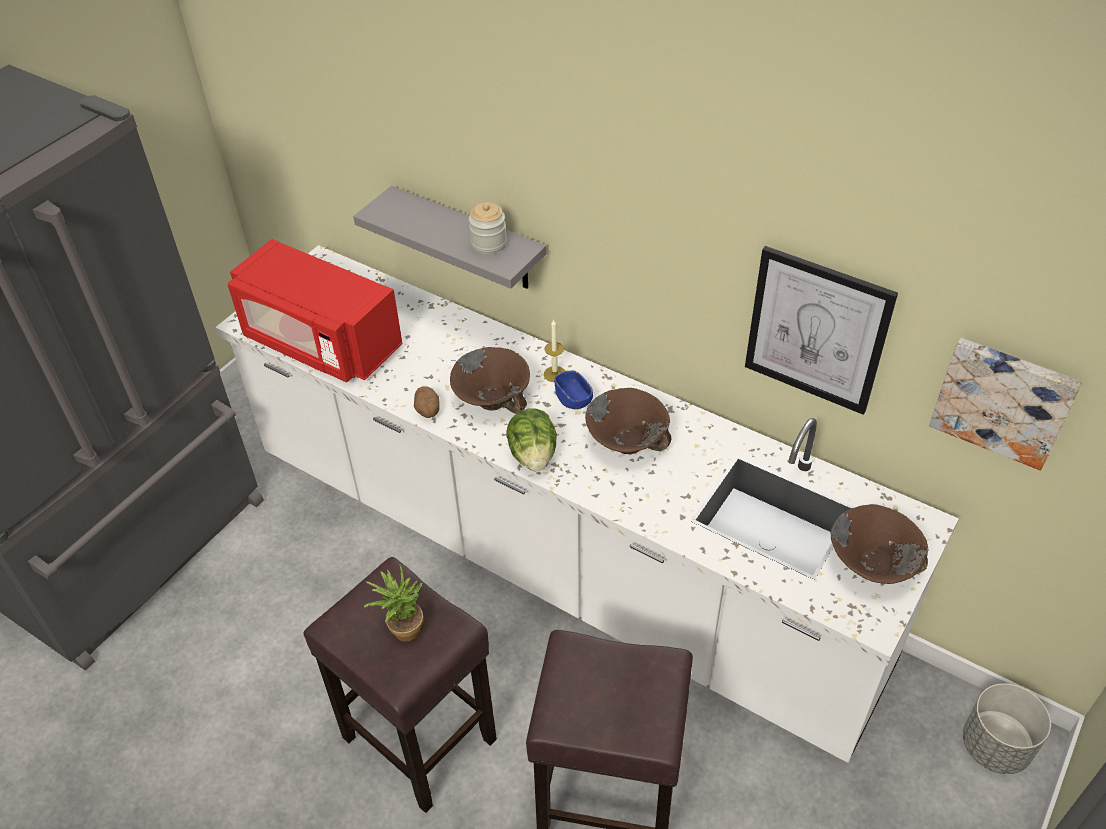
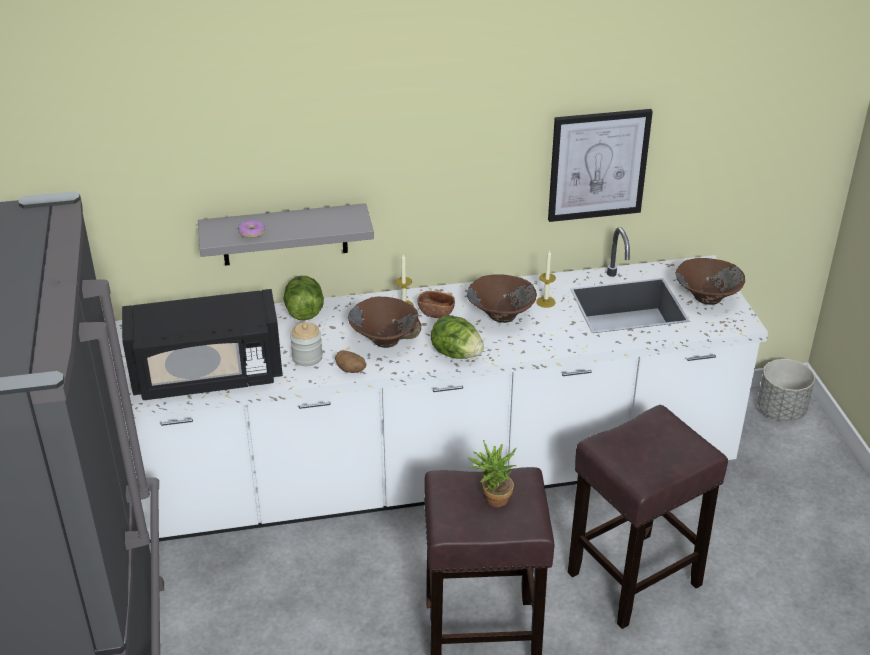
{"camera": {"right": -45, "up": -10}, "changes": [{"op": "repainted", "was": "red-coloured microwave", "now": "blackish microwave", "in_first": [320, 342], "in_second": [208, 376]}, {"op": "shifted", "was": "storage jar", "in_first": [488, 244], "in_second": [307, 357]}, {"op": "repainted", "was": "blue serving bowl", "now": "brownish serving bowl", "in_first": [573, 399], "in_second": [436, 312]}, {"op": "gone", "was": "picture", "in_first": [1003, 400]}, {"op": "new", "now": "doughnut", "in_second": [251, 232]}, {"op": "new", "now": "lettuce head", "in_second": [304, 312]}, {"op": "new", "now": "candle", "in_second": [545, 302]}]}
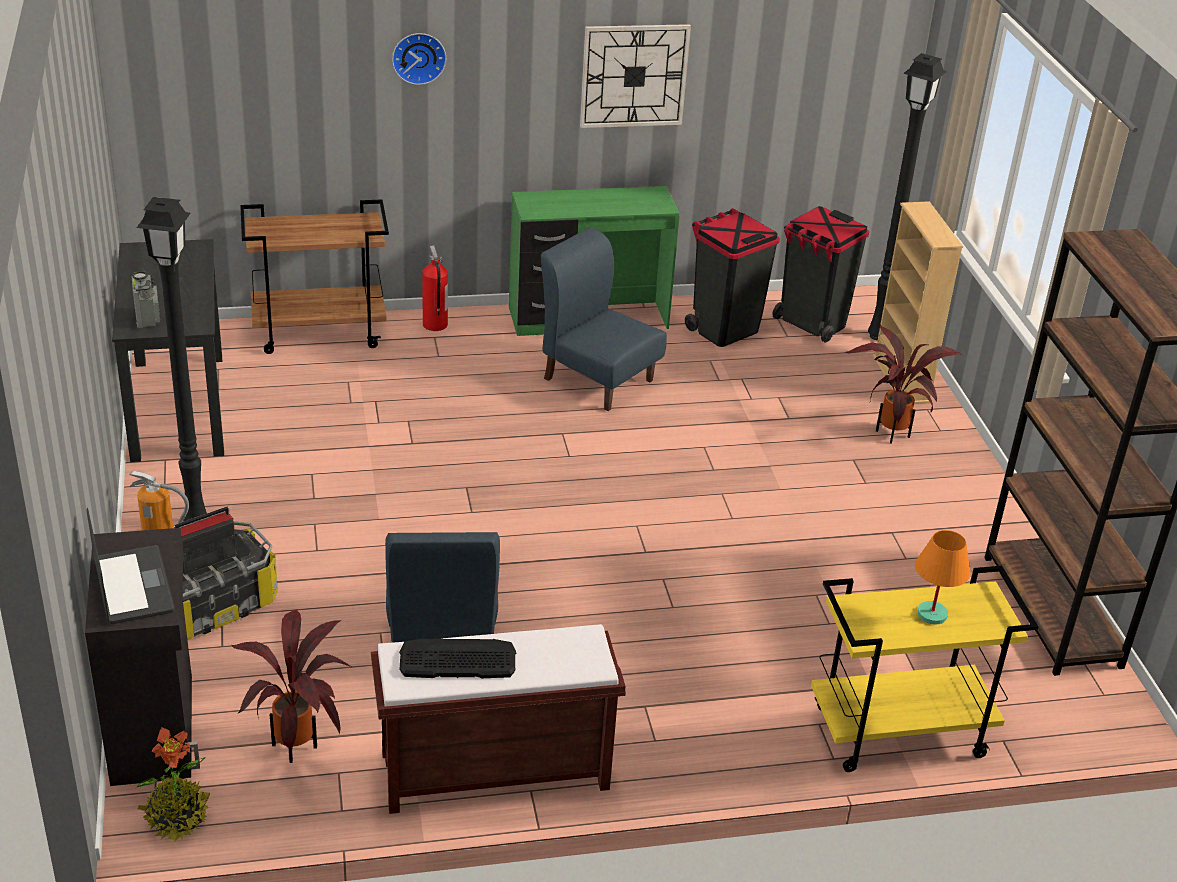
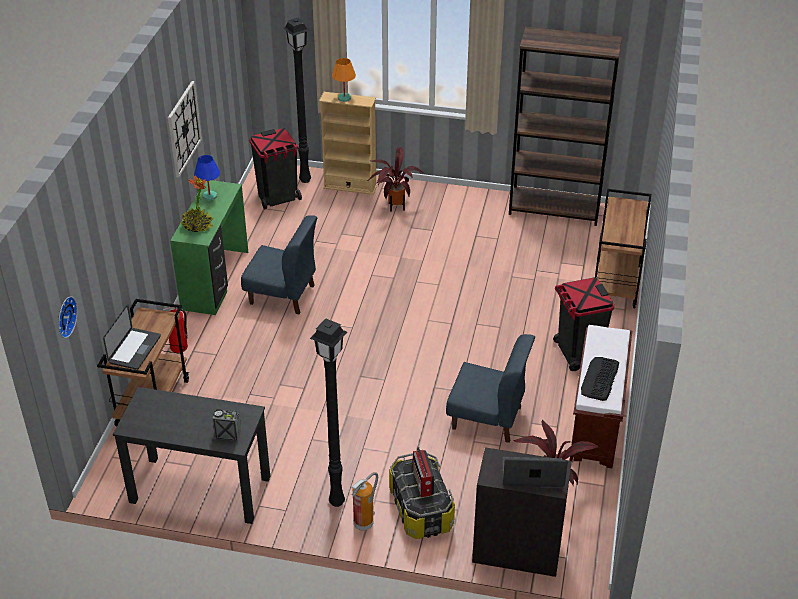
{"camera": {"right": -65, "up": 5}, "changes": [{"op": "shifted", "was": "potted plant", "in_first": [177, 818], "in_second": [197, 226]}, {"op": "shifted", "was": "hanging clock", "in_first": [418, 57], "in_second": [64, 316]}, {"op": "rotated", "was": "blue chair", "in_first": [598, 379], "in_second": [282, 295], "clockwise": -135}, {"op": "shifted", "was": "blackish trash can", "in_first": [724, 329], "in_second": [577, 354]}, {"op": "repainted", "was": "yellow-coloured cart", "now": "brownish cart", "in_first": [898, 734], "in_second": [616, 284]}, {"op": "shifted", "was": "orange tabletop lamp", "in_first": [932, 614], "in_second": [344, 98]}, {"op": "new", "now": "portable computer", "in_second": [134, 349]}, {"op": "new", "now": "blue tabletop lamp", "in_second": [210, 196]}]}
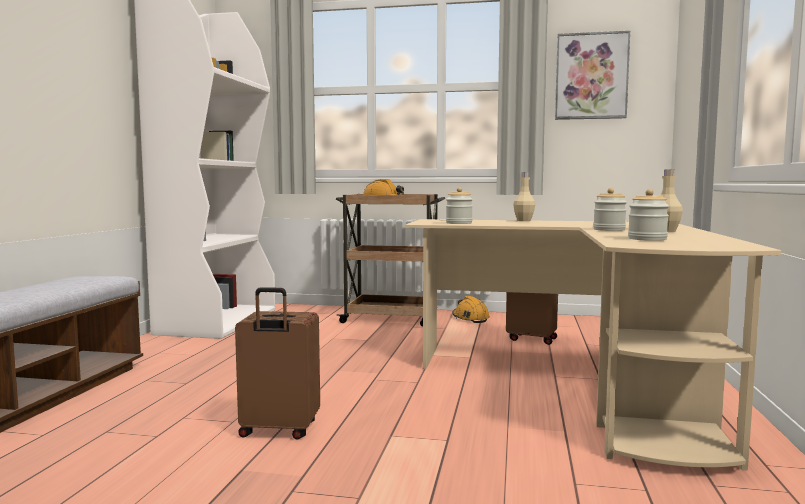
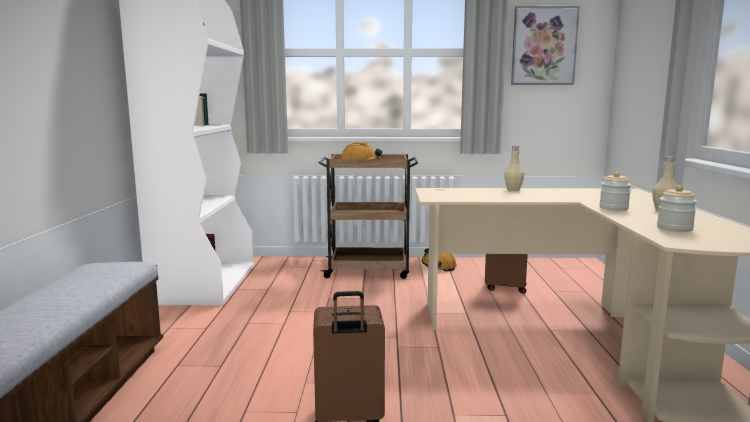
{"camera": {"right": -10, "up": 5}, "changes": [{"op": "gone", "was": "storage jar", "in_first": [459, 223]}]}
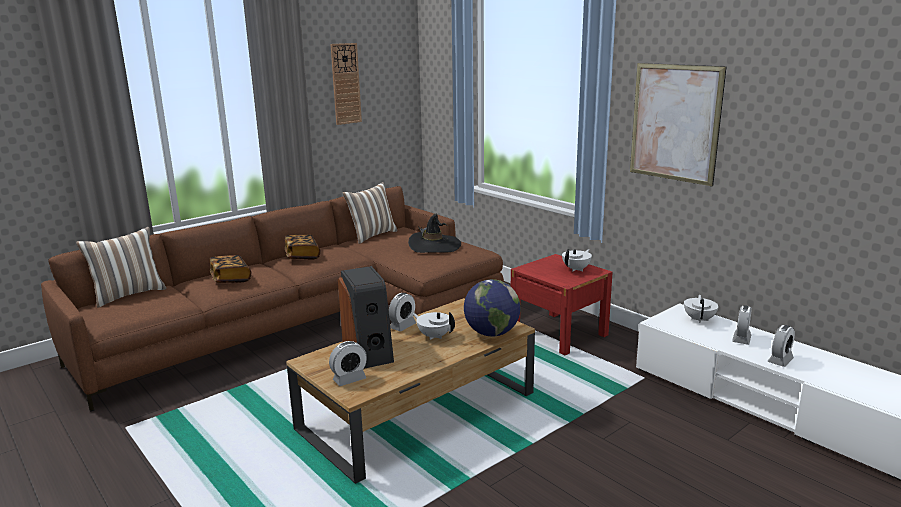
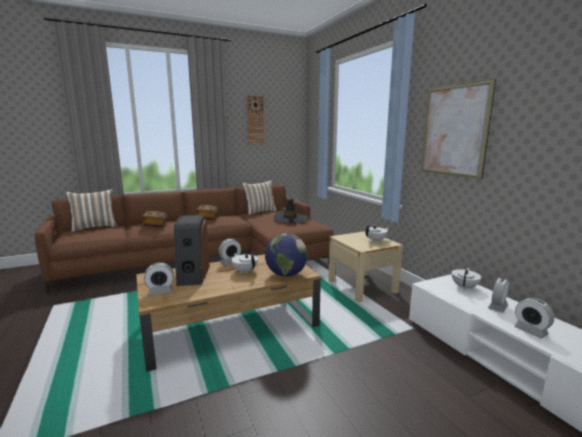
{"camera": {"right": 15, "up": -5}, "changes": [{"op": "repainted", "was": "red-coloured night table", "now": "sand-coloured night table", "in_first": [558, 333], "in_second": [362, 286]}, {"op": "rotated", "was": "table clock", "in_first": [780, 360], "in_second": [530, 331], "clockwise": 90}]}
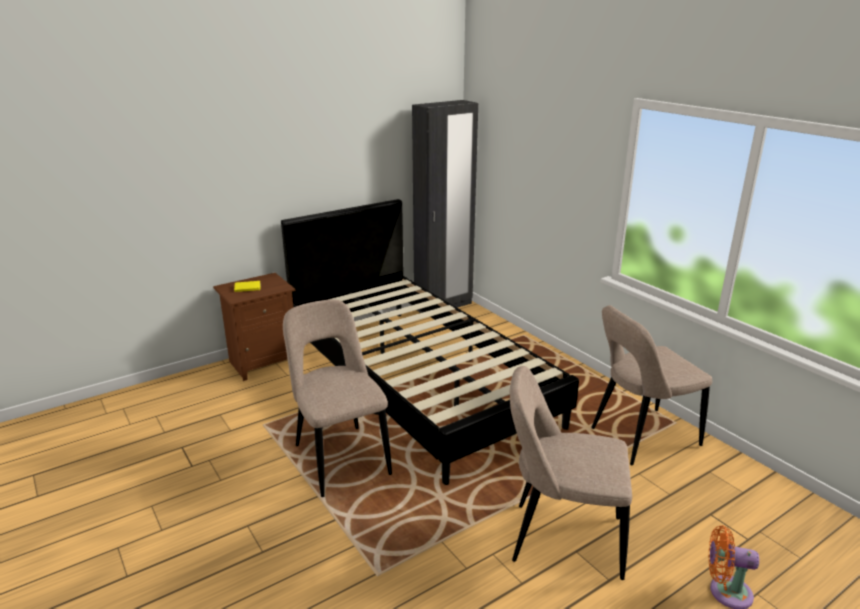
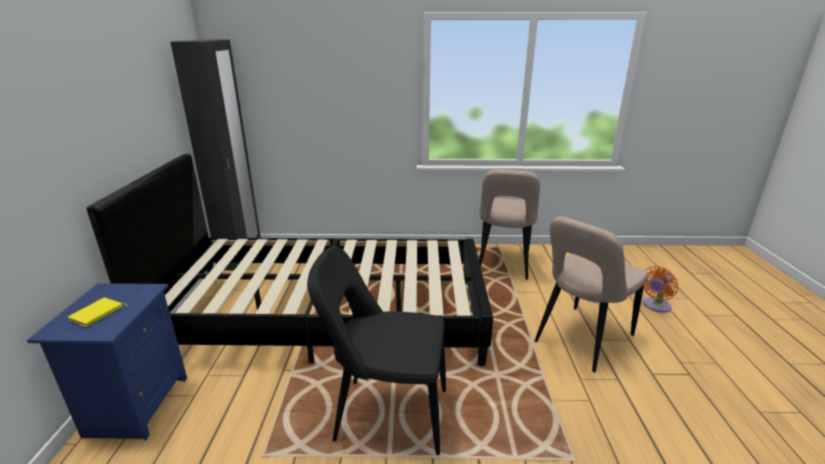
{"camera": {"right": -55, "up": 0}, "changes": [{"op": "repainted", "was": "brownish night table", "now": "blue night table", "in_first": [262, 362], "in_second": [135, 406]}, {"op": "repainted", "was": "sand-coloured chair", "now": "blackish chair", "in_first": [340, 457], "in_second": [386, 414]}]}
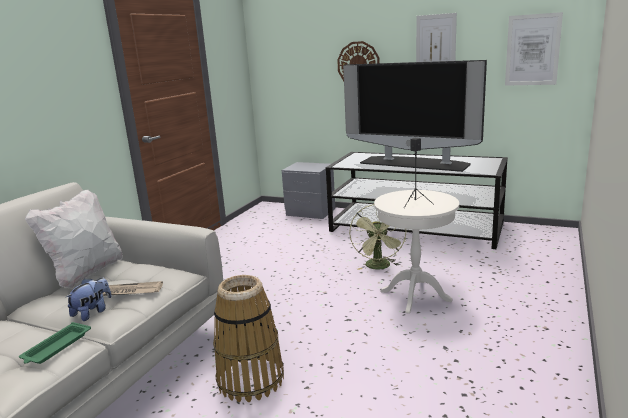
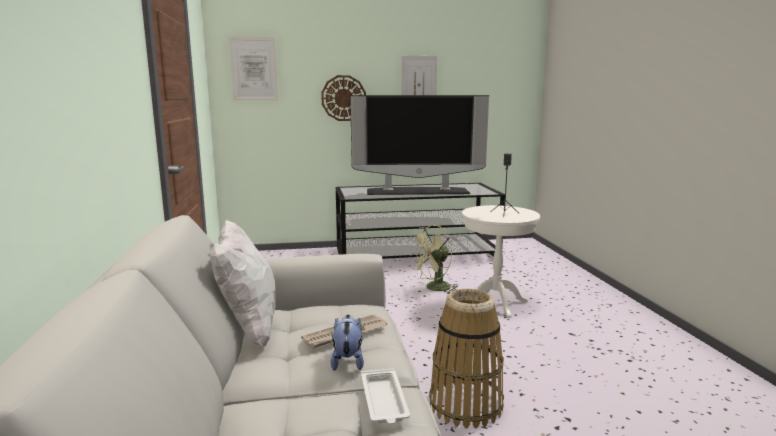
{"camera": {"right": -35, "up": -5}, "changes": [{"op": "repainted", "was": "green tray", "now": "white tray", "in_first": [56, 347], "in_second": [384, 401]}, {"op": "gone", "was": "greyish night table", "in_first": [310, 212]}, {"op": "rotated", "was": "green fan", "in_first": [379, 267], "in_second": [434, 289], "clockwise": 90}, {"op": "shifted", "was": "picture", "in_first": [532, 50], "in_second": [254, 69]}]}
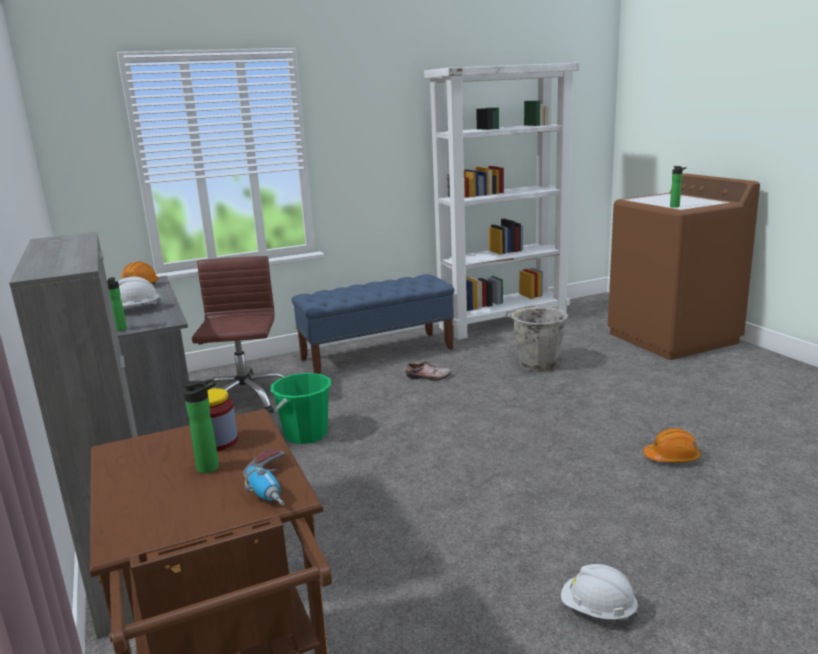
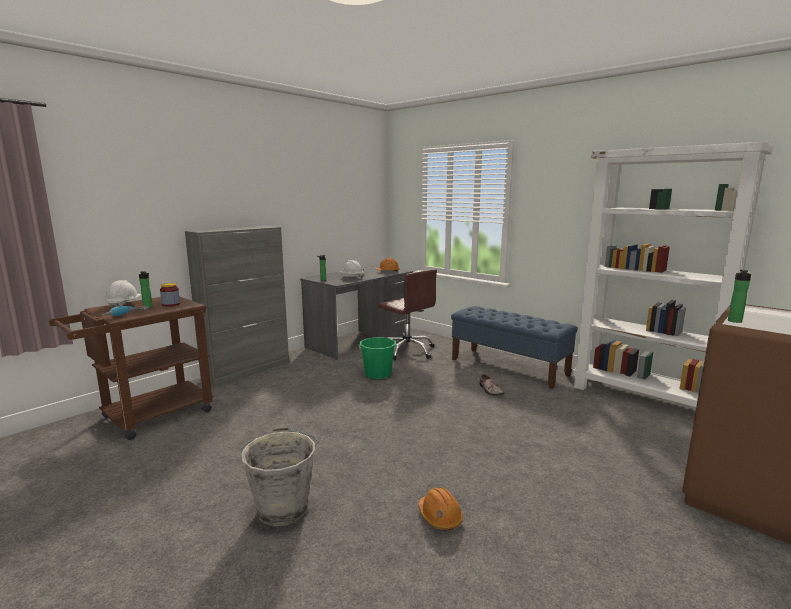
{"camera": {"right": 65, "up": -5}, "changes": [{"op": "rotated", "was": "brownish computer chair", "in_first": [245, 398], "in_second": [407, 351], "clockwise": 75}, {"op": "shifted", "was": "greyish pail", "in_first": [536, 364], "in_second": [283, 508]}, {"op": "shifted", "was": "white safety helmet", "in_first": [597, 610], "in_second": [123, 305]}]}
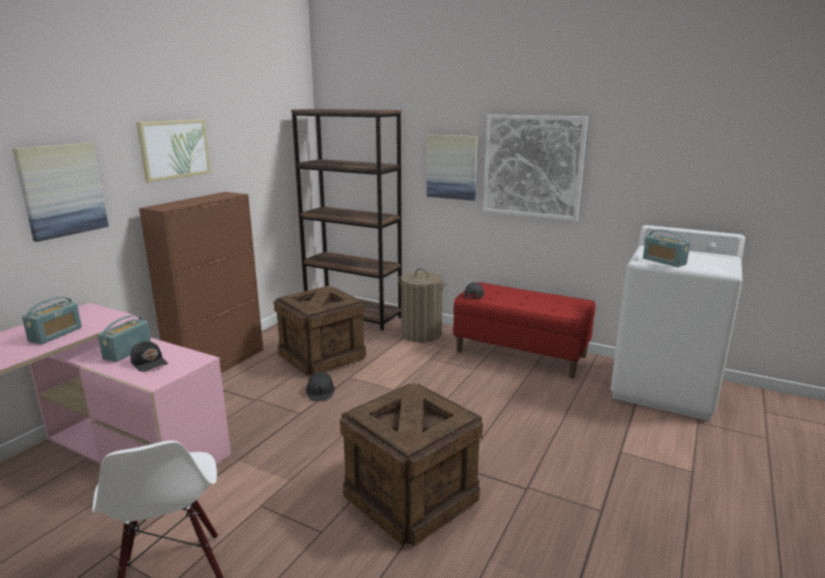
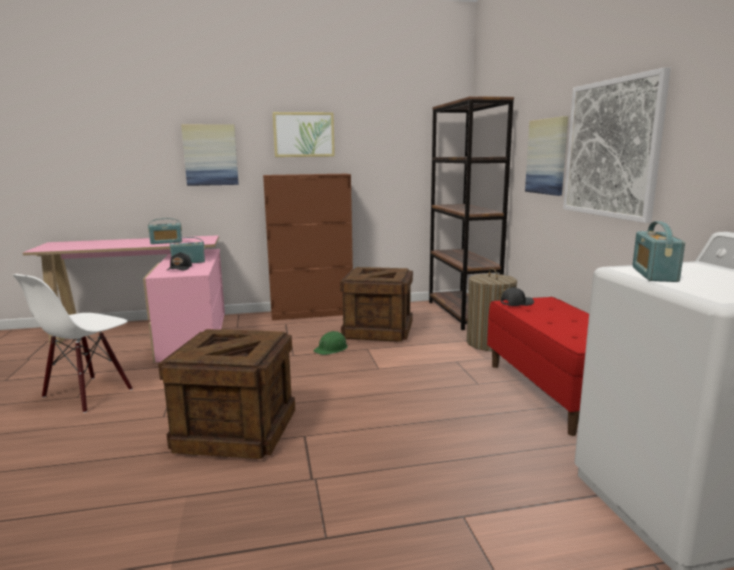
{"camera": {"right": 50, "up": -5}, "changes": [{"op": "repainted", "was": "blackish safety helmet", "now": "green safety helmet", "in_first": [320, 391], "in_second": [331, 349]}]}
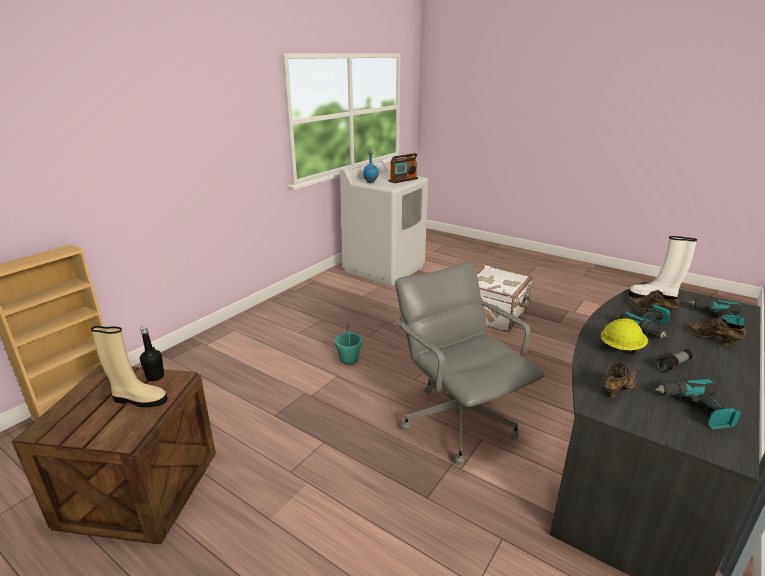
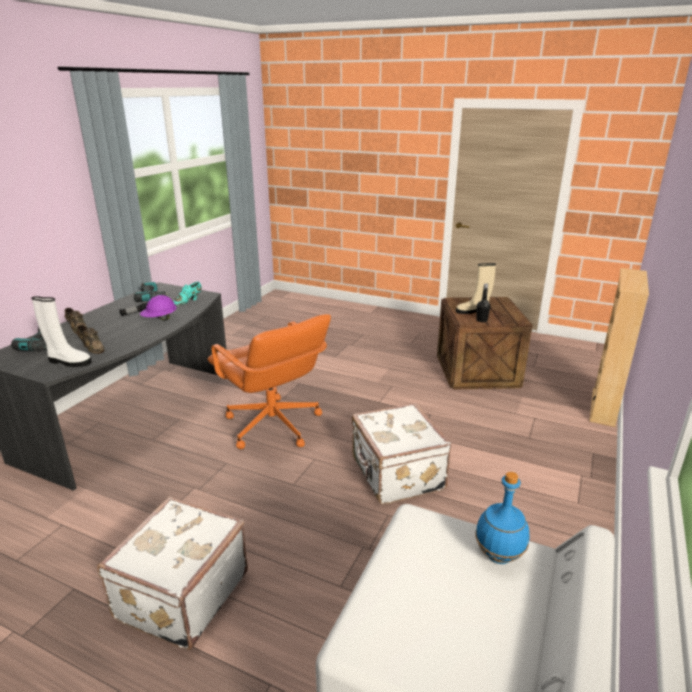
{"camera": {"right": 170, "up": 0}, "changes": [{"op": "swapped", "was": "turquoise-coloured pail", "now": "white suitcase", "in_first": [348, 359], "in_second": [396, 475]}, {"op": "gone", "was": "radio set", "in_first": [403, 180]}, {"op": "repainted", "was": "greyish computer chair", "now": "orange computer chair", "in_first": [458, 420], "in_second": [273, 426]}, {"op": "repainted", "was": "yellow-coloured safety helmet", "now": "purplish safety helmet", "in_first": [620, 349], "in_second": [160, 319]}, {"op": "repainted", "was": "brownish low shoe", "now": "turquoise-coloured low shoe", "in_first": [616, 390], "in_second": [188, 301]}, {"op": "gone", "was": "electric drill", "in_first": [649, 328]}]}
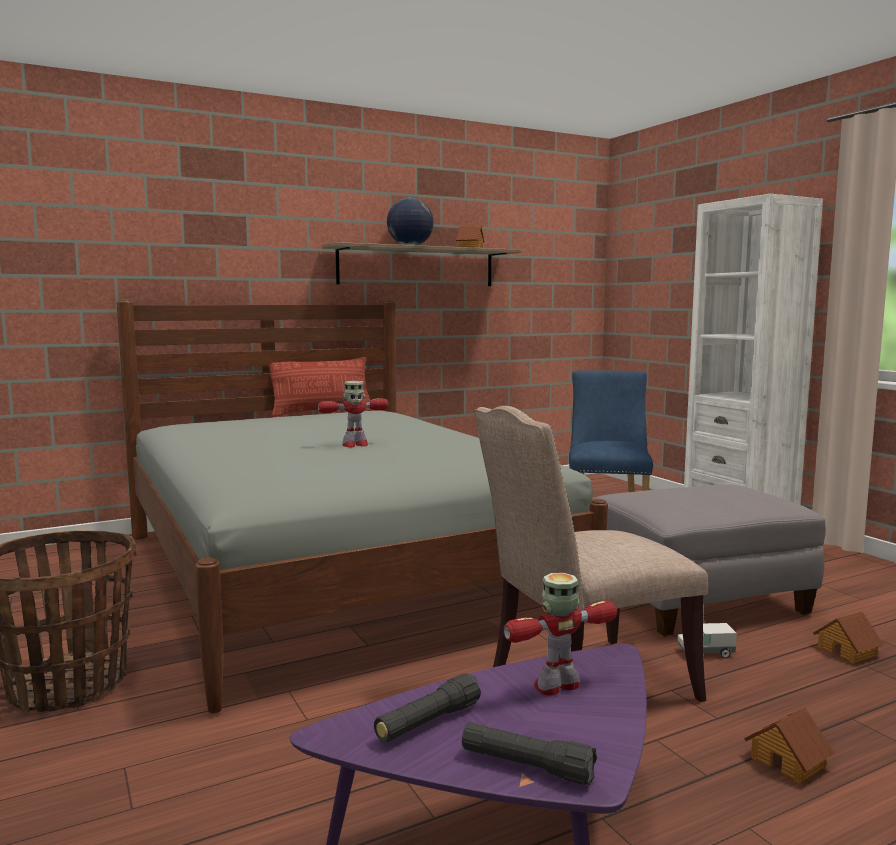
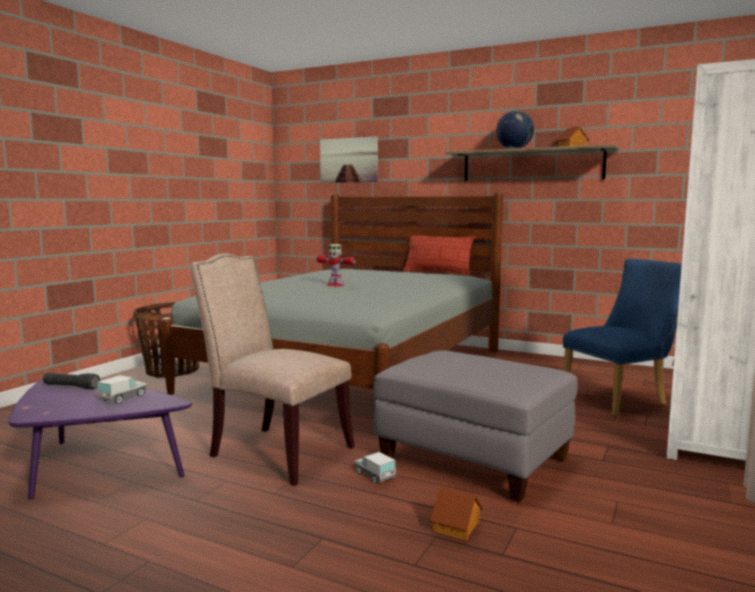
{"camera": {"right": 55, "up": 0}, "changes": [{"op": "gone", "was": "blackish torch", "in_first": [527, 767]}, {"op": "swapped", "was": "model robot", "now": "model truck", "in_first": [557, 686], "in_second": [123, 398]}, {"op": "gone", "was": "miniature house", "in_first": [788, 762]}, {"op": "new", "now": "picture", "in_second": [348, 160]}]}
